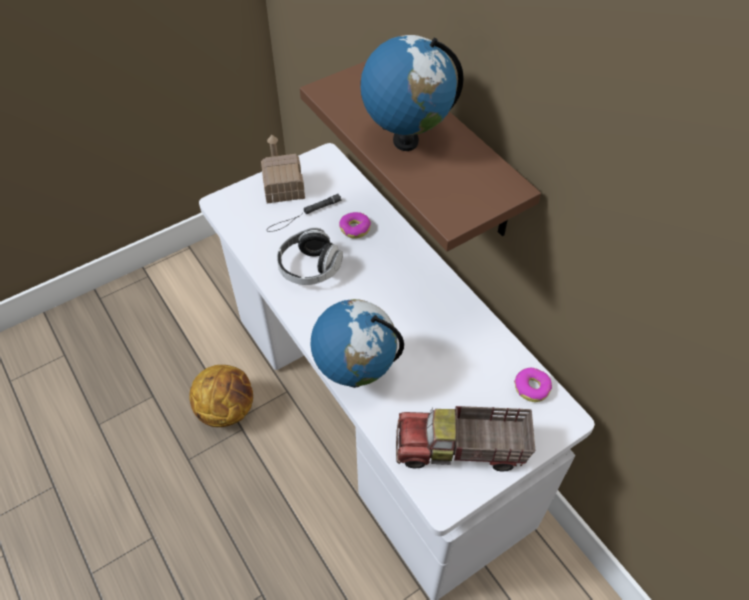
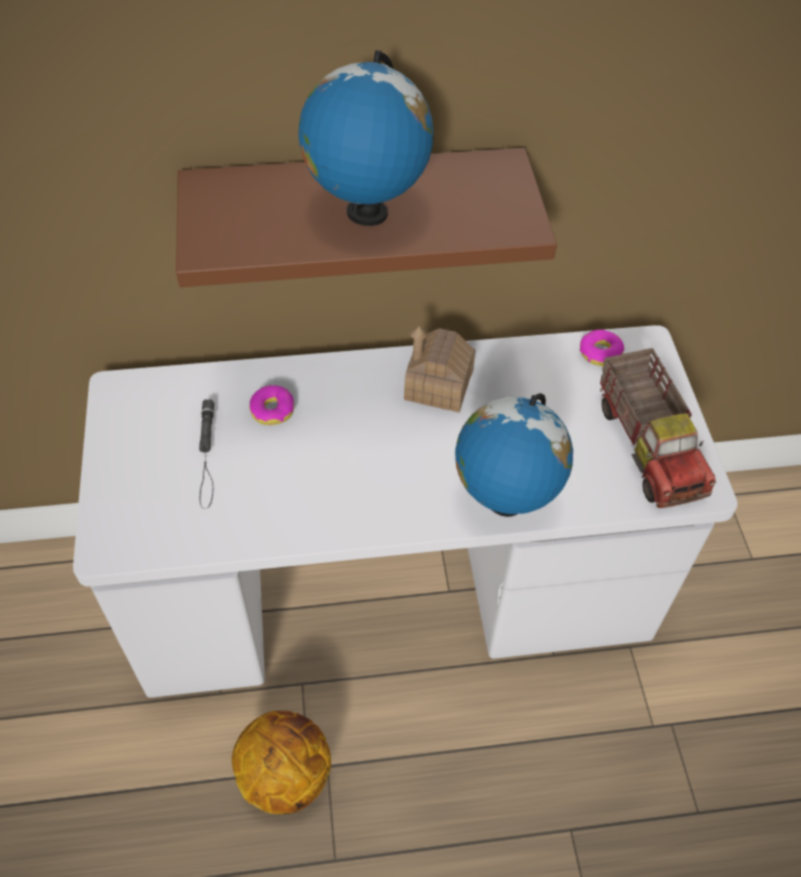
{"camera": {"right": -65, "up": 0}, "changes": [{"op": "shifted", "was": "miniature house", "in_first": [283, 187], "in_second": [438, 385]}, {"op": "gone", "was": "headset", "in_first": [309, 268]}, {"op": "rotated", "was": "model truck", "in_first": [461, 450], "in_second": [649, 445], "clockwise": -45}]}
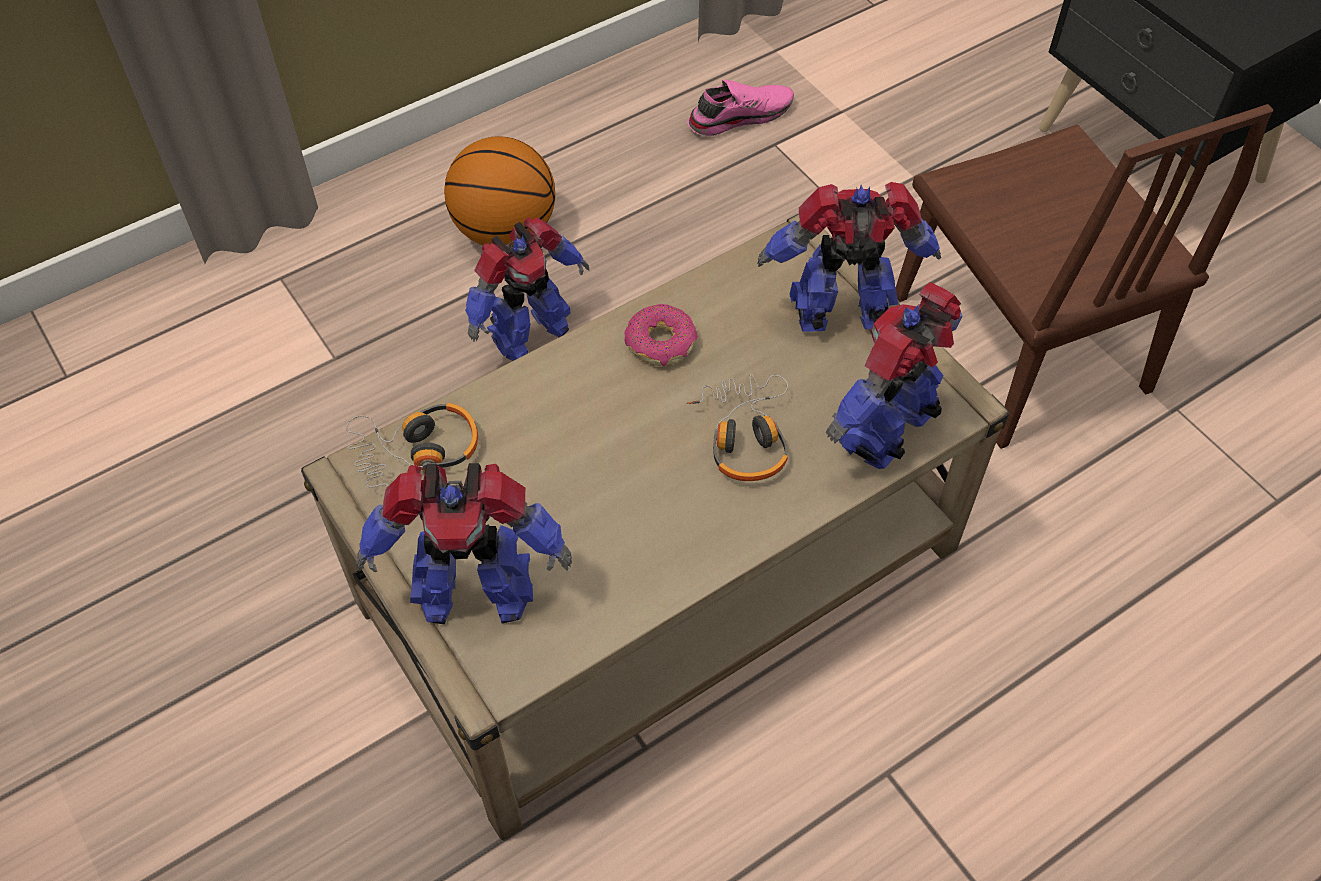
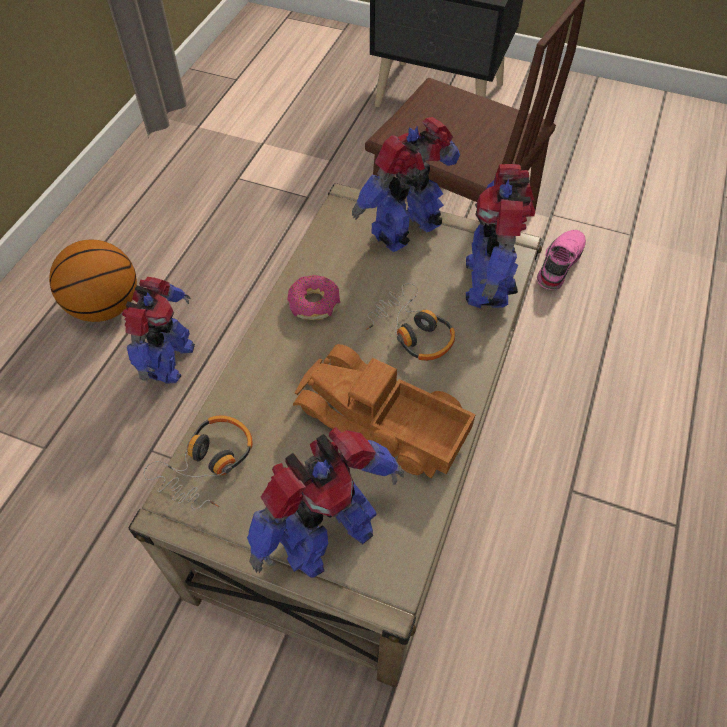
{"camera": {"right": -35, "up": 0}, "changes": [{"op": "shifted", "was": "pinkish low shoe", "in_first": [739, 116], "in_second": [558, 263]}, {"op": "new", "now": "model truck", "in_second": [381, 422]}]}
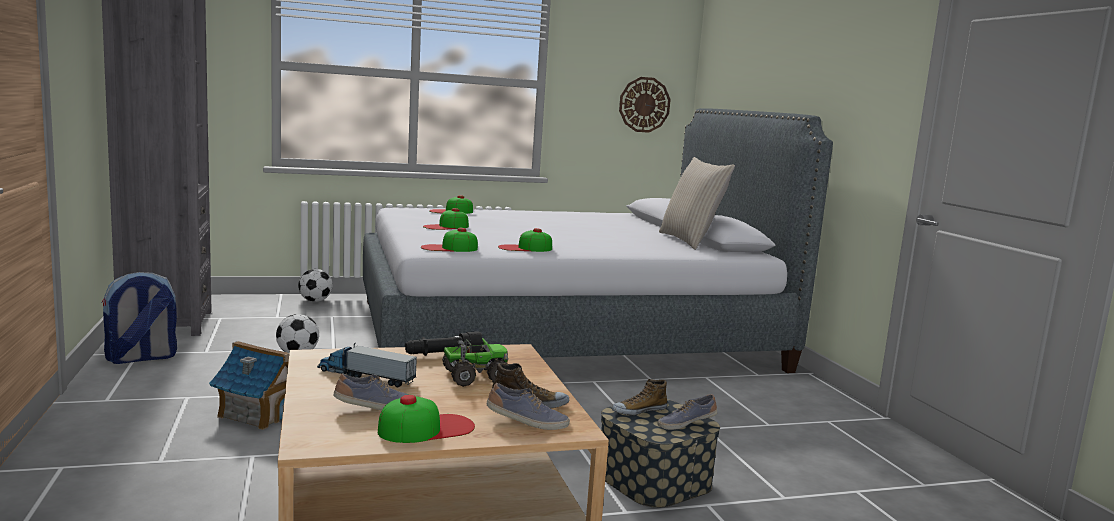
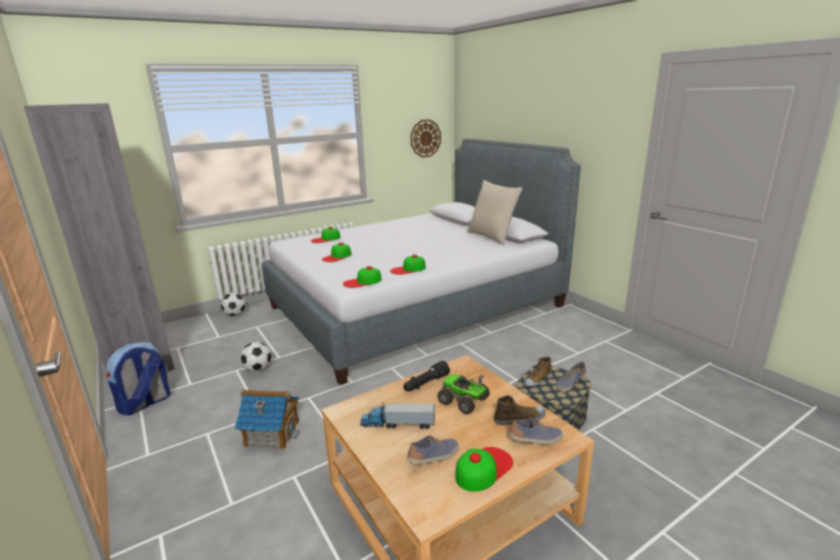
{"camera": {"right": -15, "up": 10}, "changes": [{"op": "rotated", "was": "model truck", "in_first": [474, 377], "in_second": [464, 401], "clockwise": -105}]}
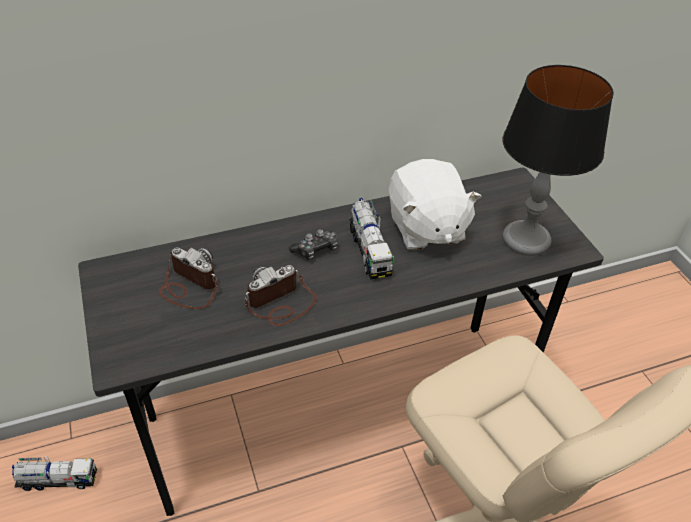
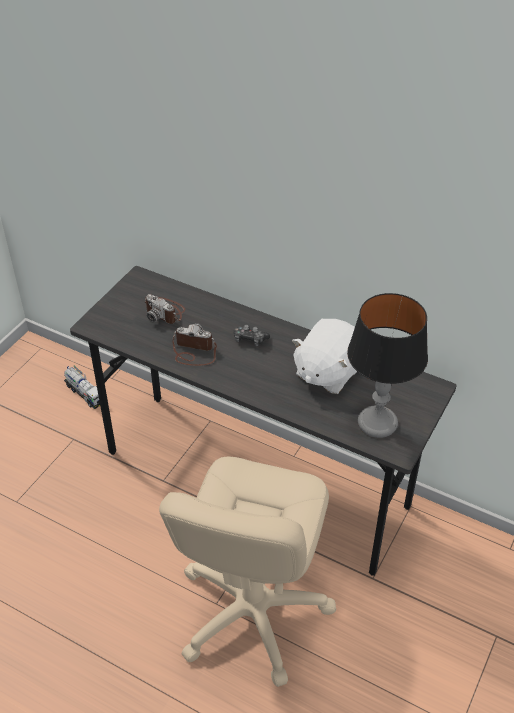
{"camera": {"right": 50, "up": 0}, "changes": [{"op": "rotated", "was": "still camera", "in_first": [189, 286], "in_second": [165, 312], "clockwise": 135}, {"op": "gone", "was": "model truck", "in_first": [369, 250]}]}
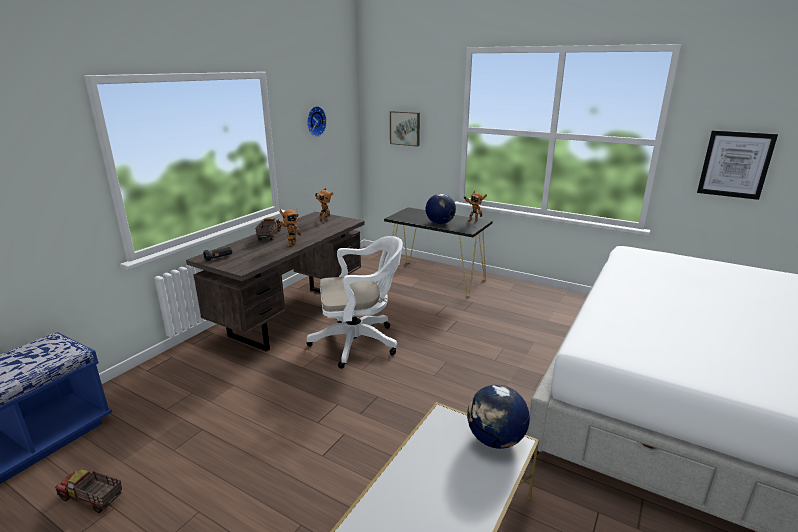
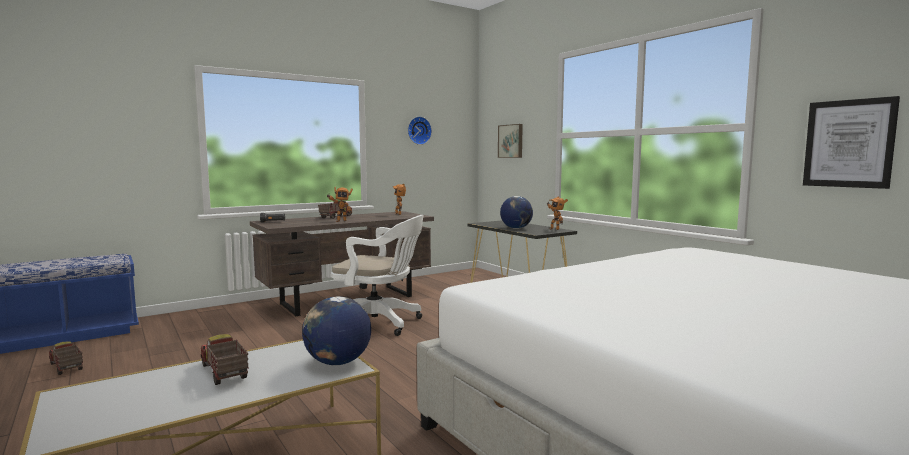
{"camera": {"right": 25, "up": -15}, "changes": [{"op": "new", "now": "model truck", "in_second": [223, 372]}]}
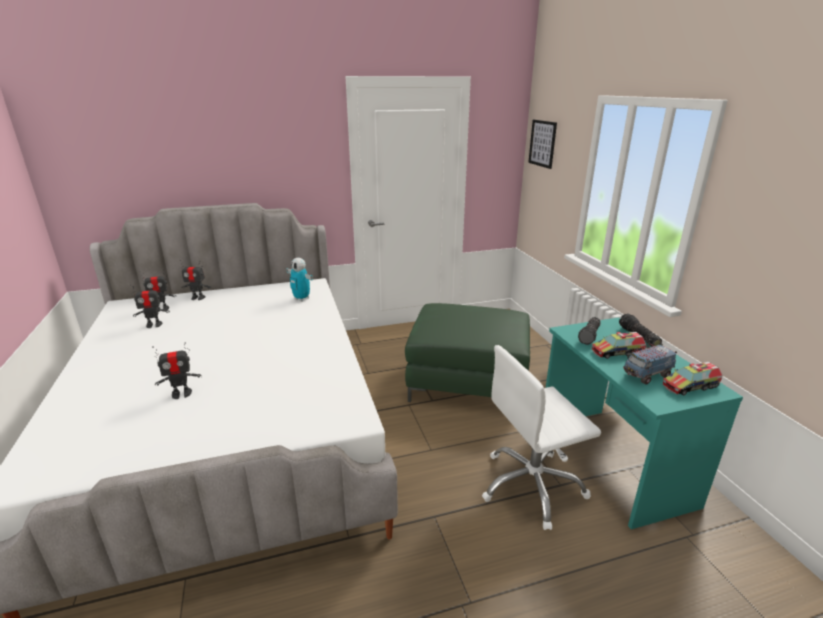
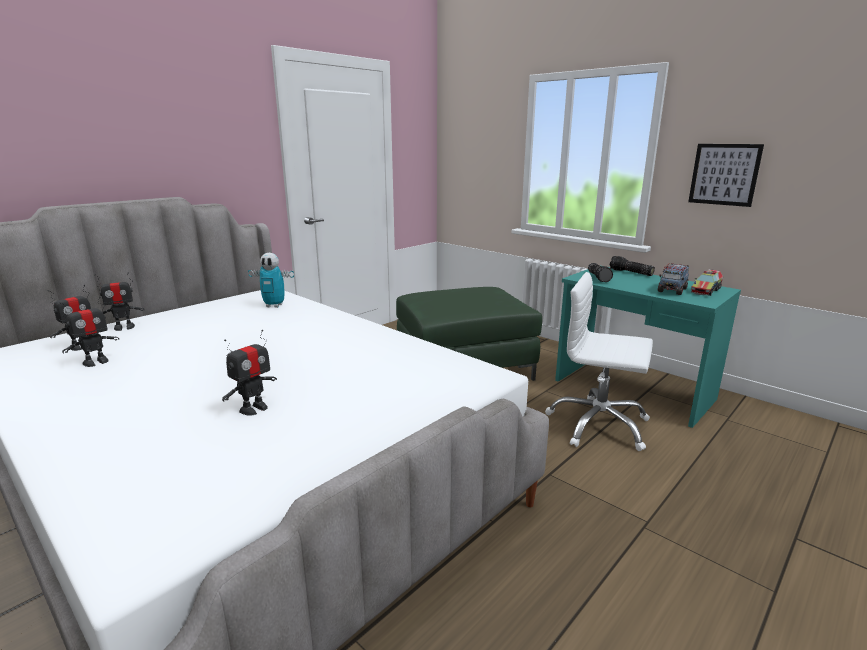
{"camera": {"right": -30, "up": -5}, "changes": [{"op": "rotated", "was": "white computer chair", "in_first": [532, 486], "in_second": [598, 424], "clockwise": 75}, {"op": "shifted", "was": "picture", "in_first": [542, 143], "in_second": [724, 174]}, {"op": "gone", "was": "model truck", "in_first": [617, 352]}]}
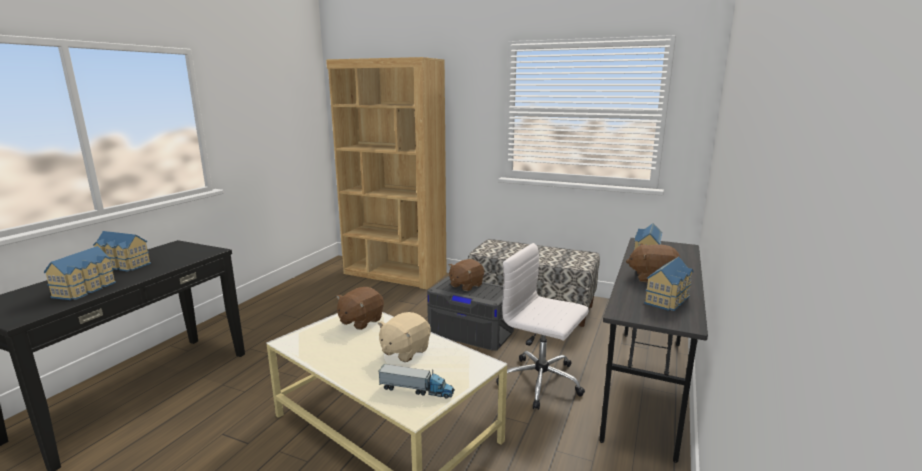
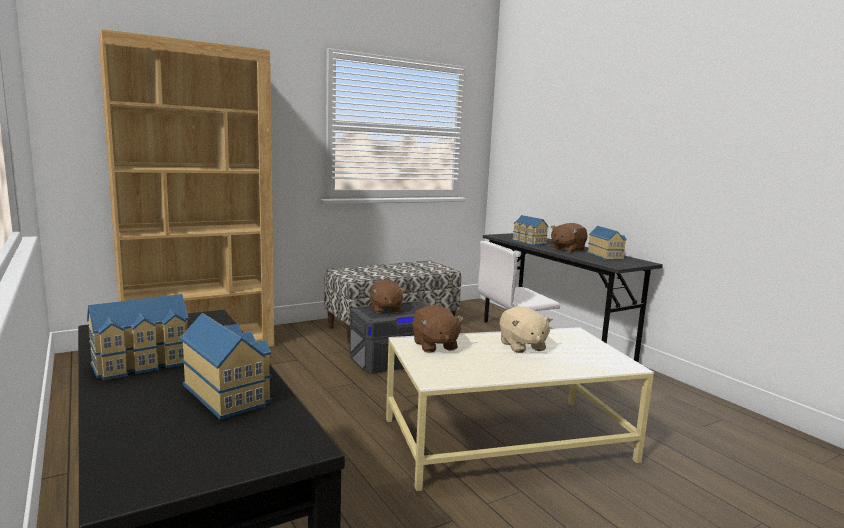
{"camera": {"right": -55, "up": -5}, "changes": [{"op": "gone", "was": "model truck", "in_first": [416, 390]}]}
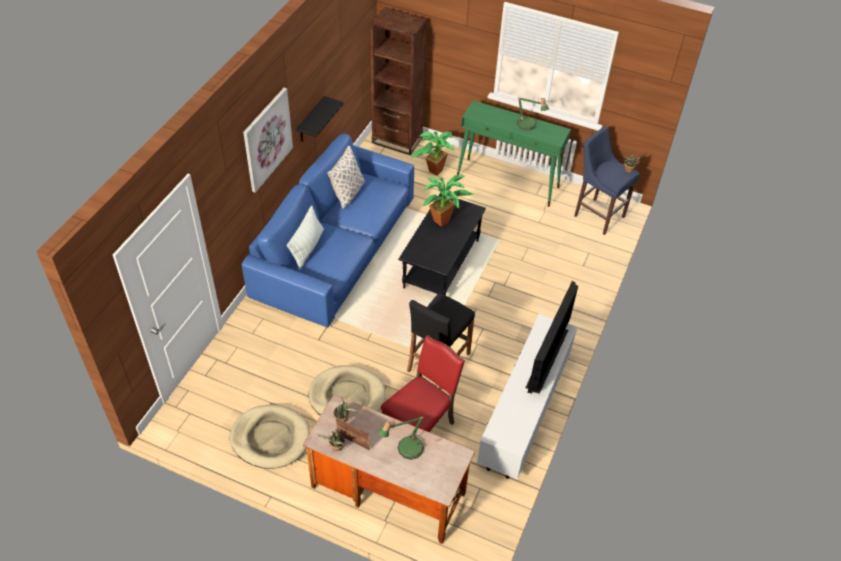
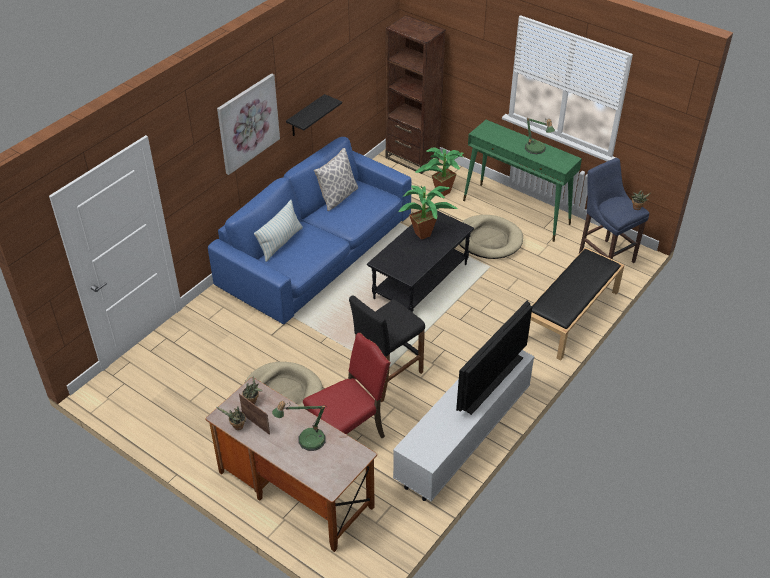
{"camera": {"right": 15, "up": -5}, "changes": [{"op": "shifted", "was": "sand-coloured pet bed", "in_first": [270, 438], "in_second": [488, 239]}, {"op": "new", "now": "blackish indoor bench", "in_second": [571, 316]}]}
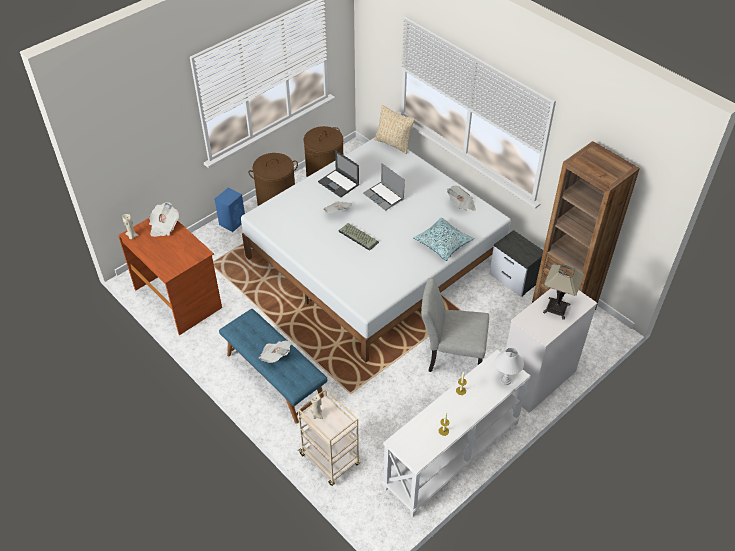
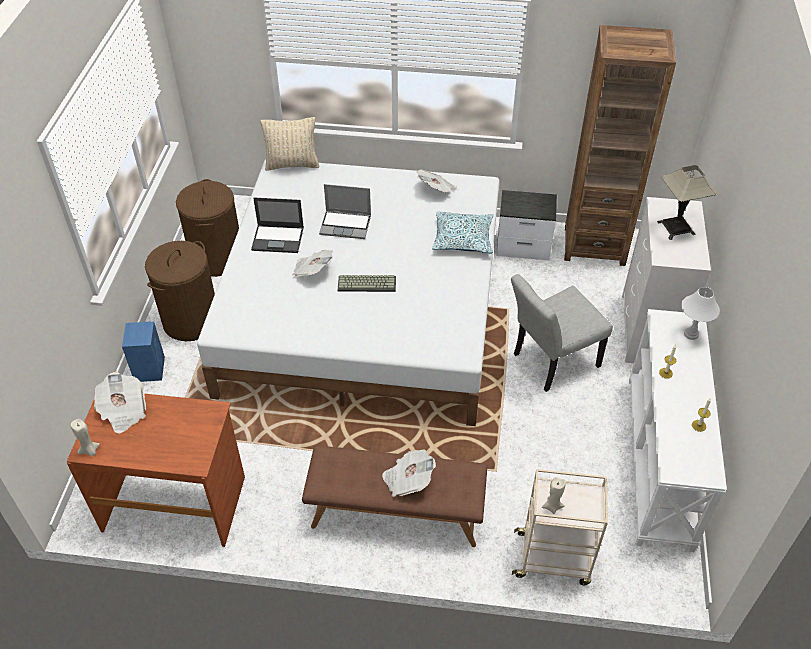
{"camera": {"right": -40, "up": 0}, "changes": [{"op": "repainted", "was": "blue indoor bench", "now": "brownish indoor bench", "in_first": [274, 378], "in_second": [396, 514]}]}
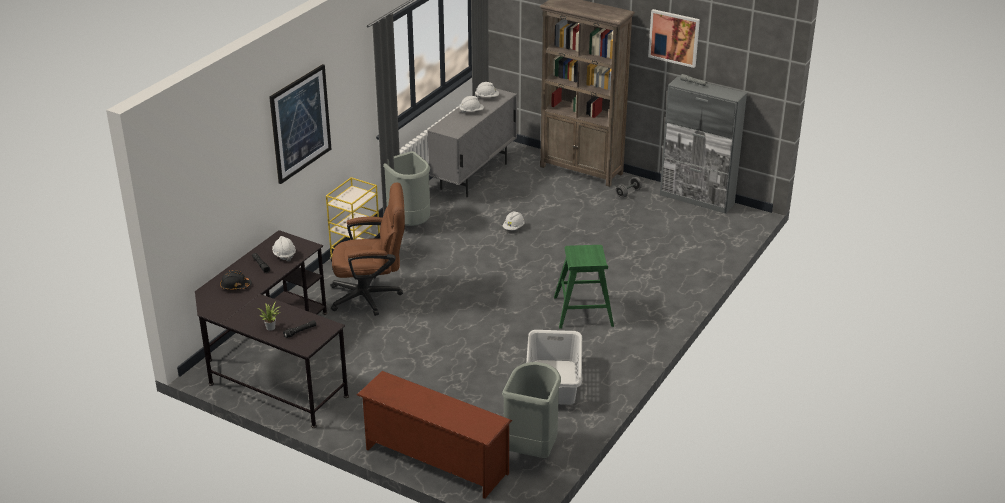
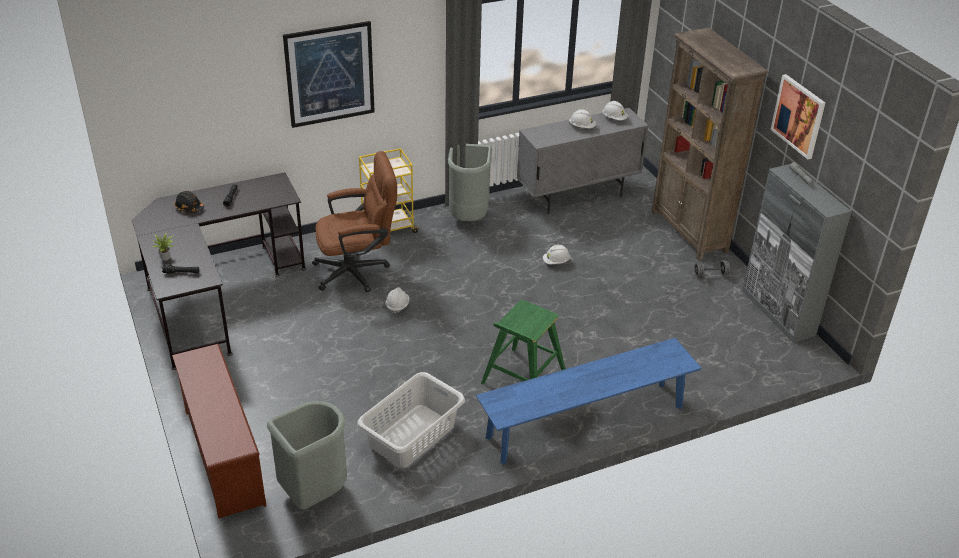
{"camera": {"right": 35, "up": 5}, "changes": [{"op": "shifted", "was": "white safety helmet", "in_first": [284, 255], "in_second": [397, 306]}, {"op": "rotated", "was": "brownish computer chair", "in_first": [372, 296], "in_second": [358, 271], "clockwise": -45}, {"op": "new", "now": "blue indoor bench", "in_second": [585, 422]}]}
